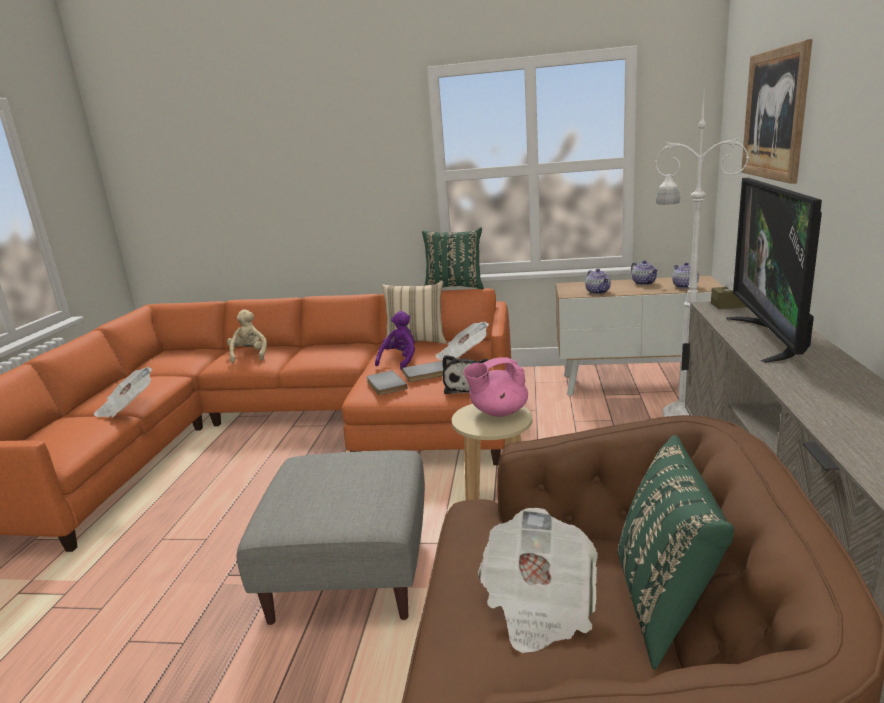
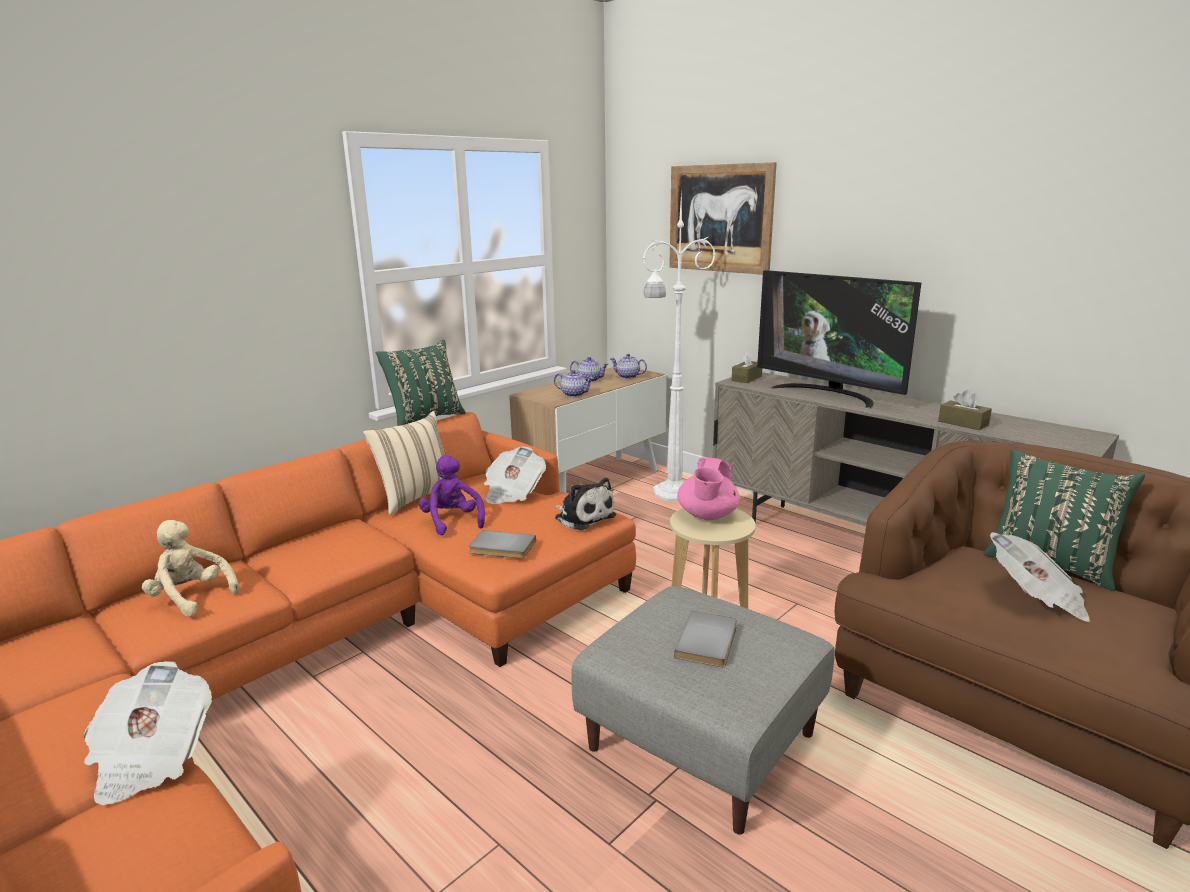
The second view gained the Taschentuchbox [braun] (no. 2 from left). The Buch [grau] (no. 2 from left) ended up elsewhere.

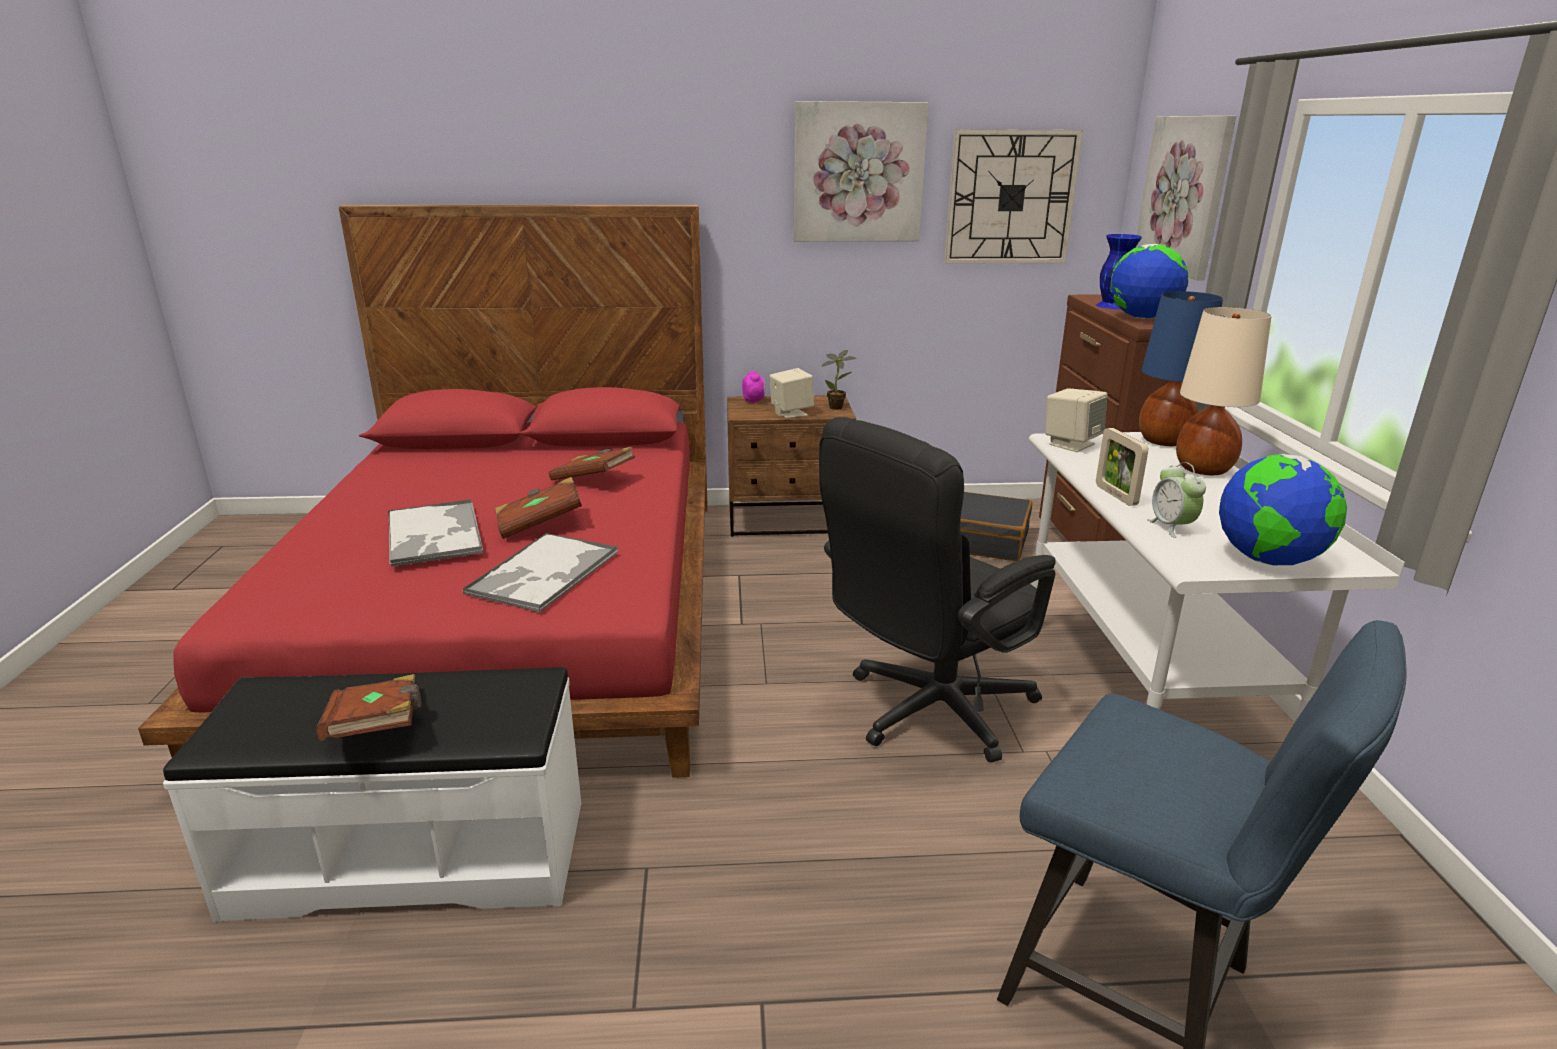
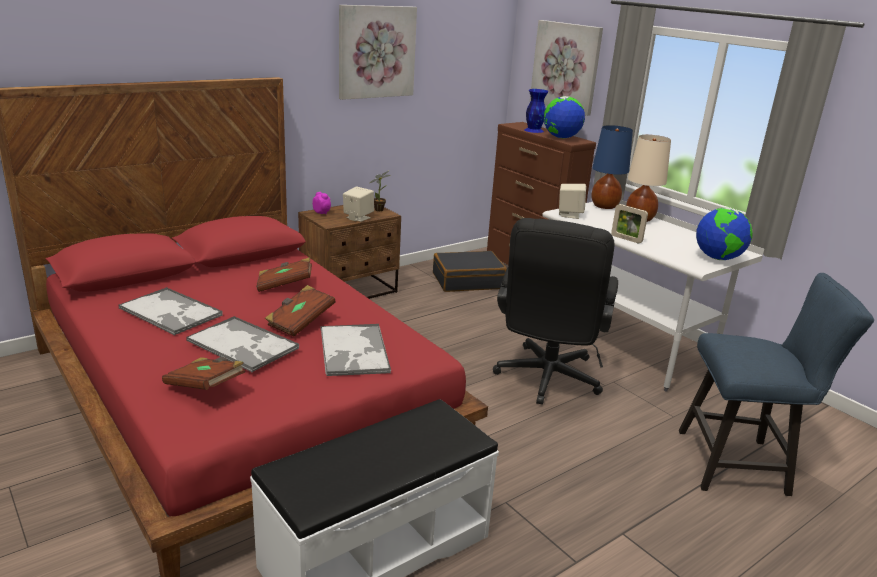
The second view lost the Wanduhr. The second view lost the Wecker (no. 2 from left). The second view gained the Tablett (no. 1 from left). The Buch [braun] (no. 1 from left) ended up elsewhere.

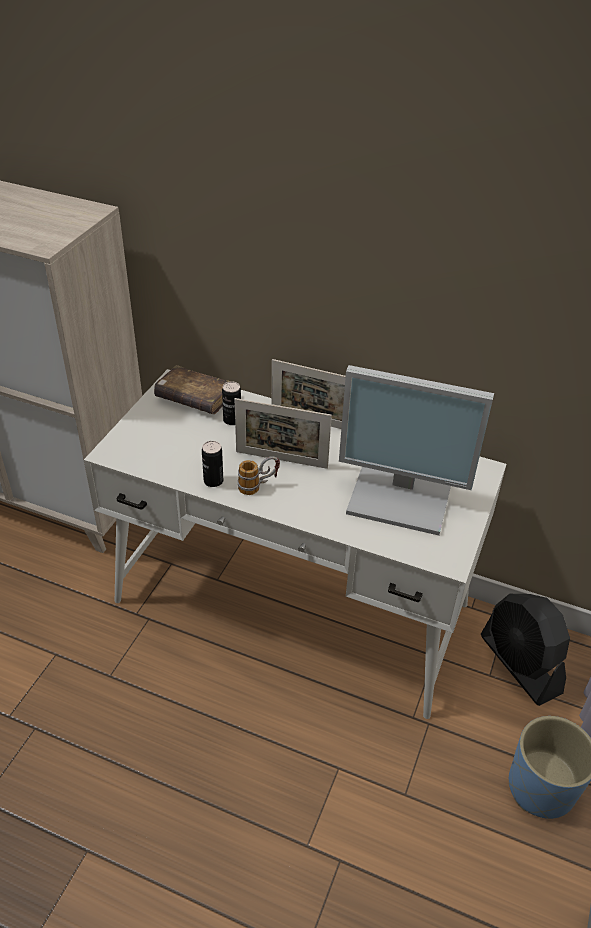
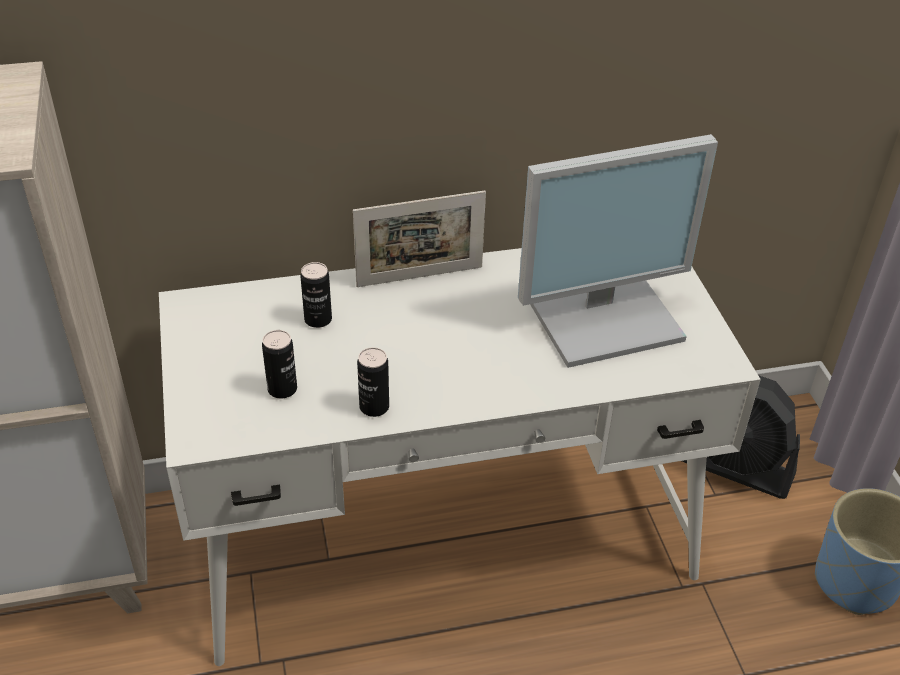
The second view lost the Buch [braun]. The second view lost the Bilderrahmen (no. 1 from left). The second view lost the Henkelbecher. The second view gained the Dose (no. 1 from left).

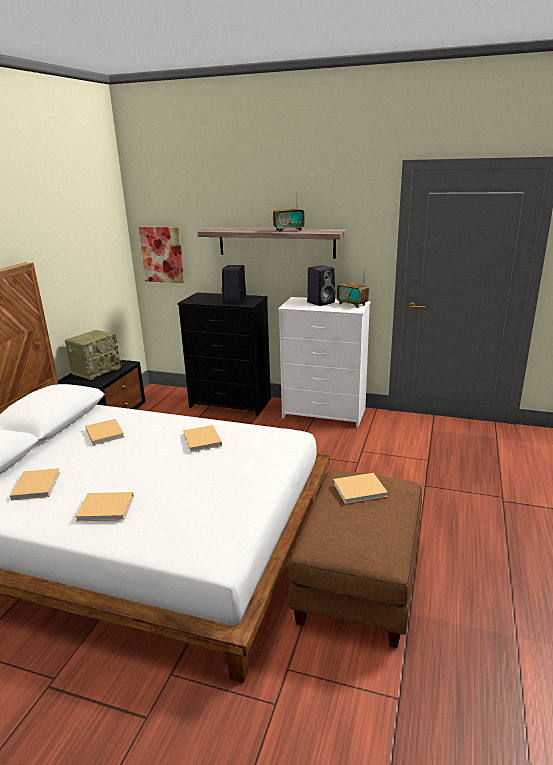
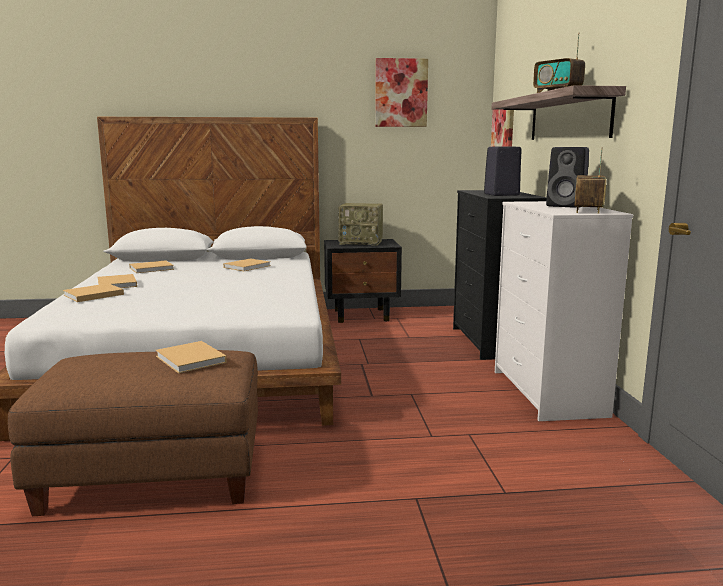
The second view gained the Bild (no. 1 from left). The Buch [beige] (no. 4 from left in the first image) ended up elsewhere.

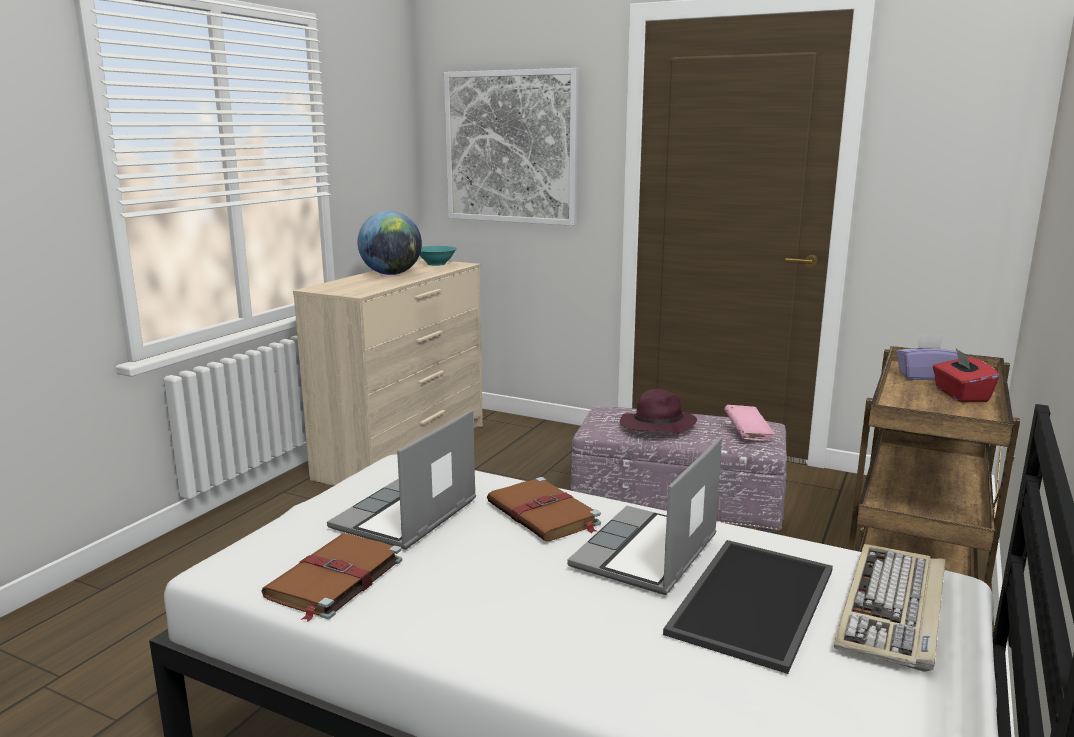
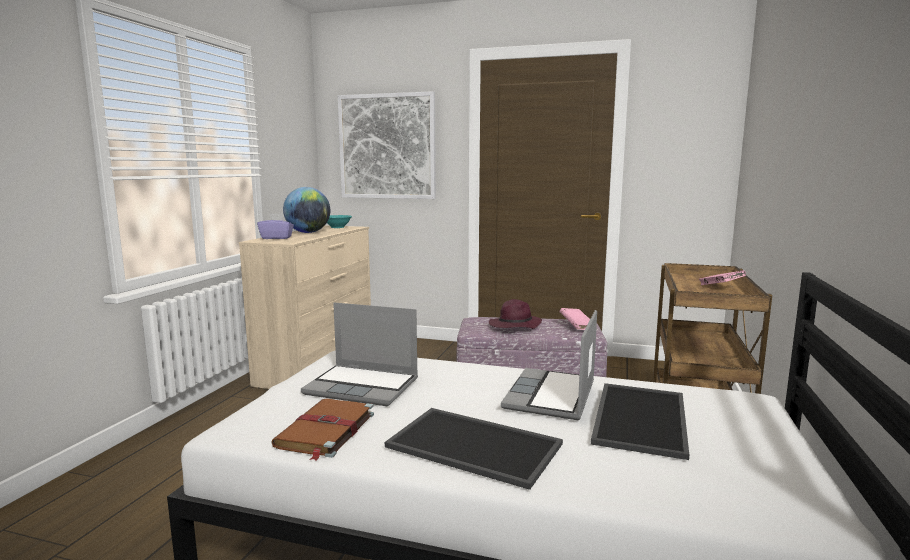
The second view lost the Buch [braun] (no. 2 from left). The second view lost the Tastatur. The second view gained the Tablett (no. 1 from left). The Taschentuchbox [lila] ended up elsewhere. Where the Taschentuchbox [rot] stood, the Buch [rosa] (no. 2 from left) came to stand. The Laptop (no. 1 from left) ended up facing another way, 90 degrees counterclockwise from before.

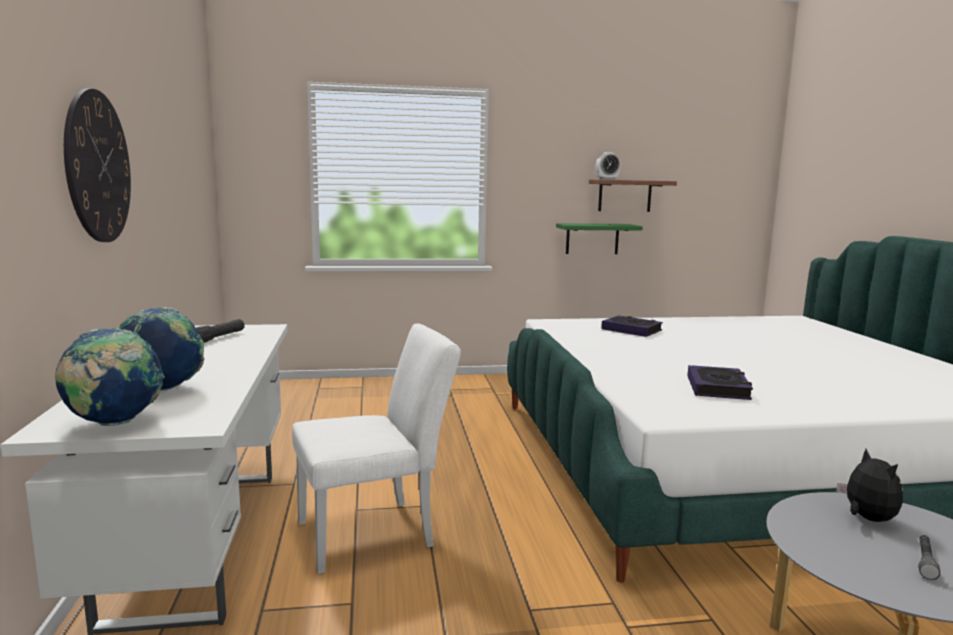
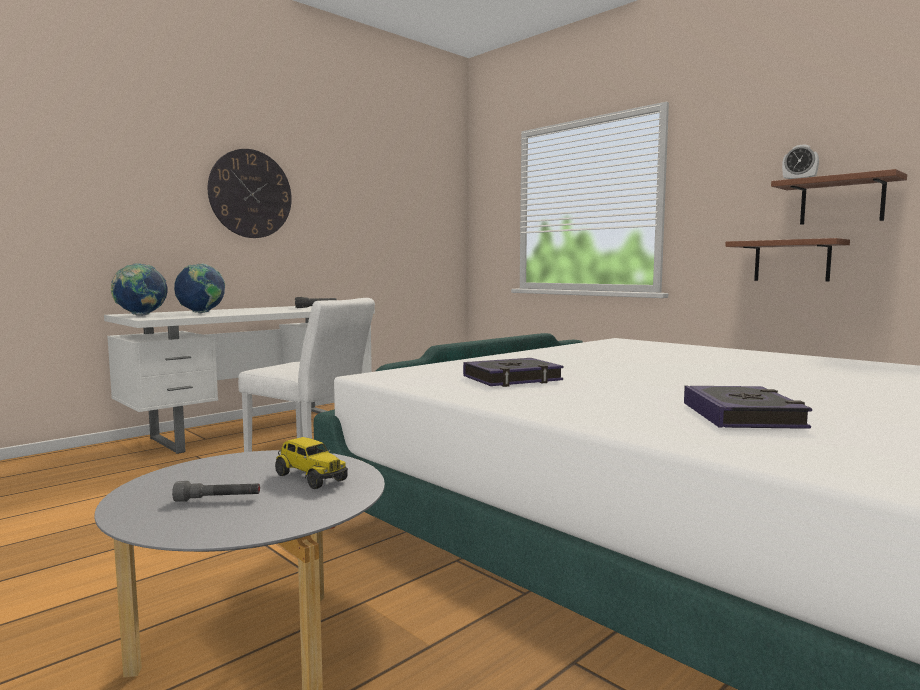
The Buch (no. 1 from left in the first image) ended up elsewhere. Where the Plüschtier stood, the Spielzeuglaster came to stand. What was the Wandregal [grün] turned into the Wandregal [braun] (no. 1 from left).

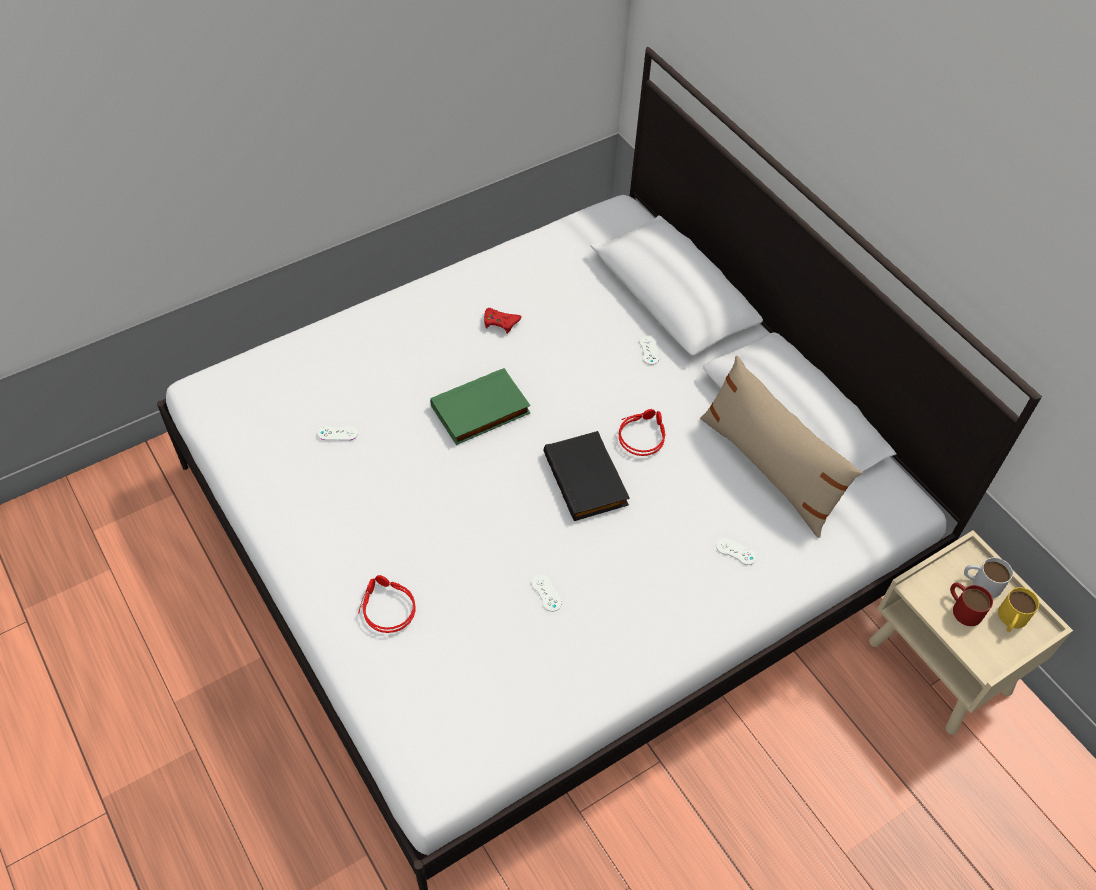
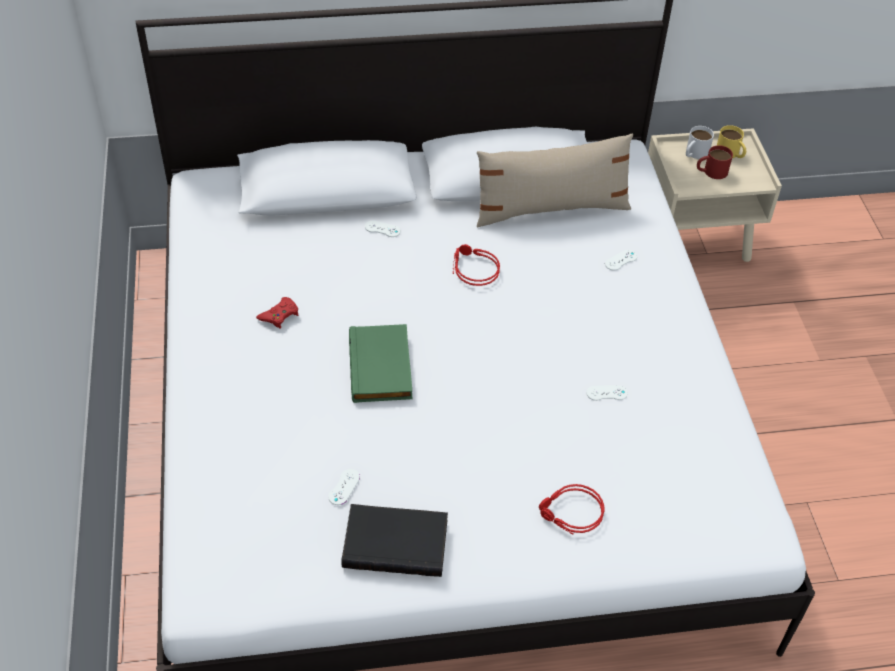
The Buch [schwarz] ended up elsewhere.

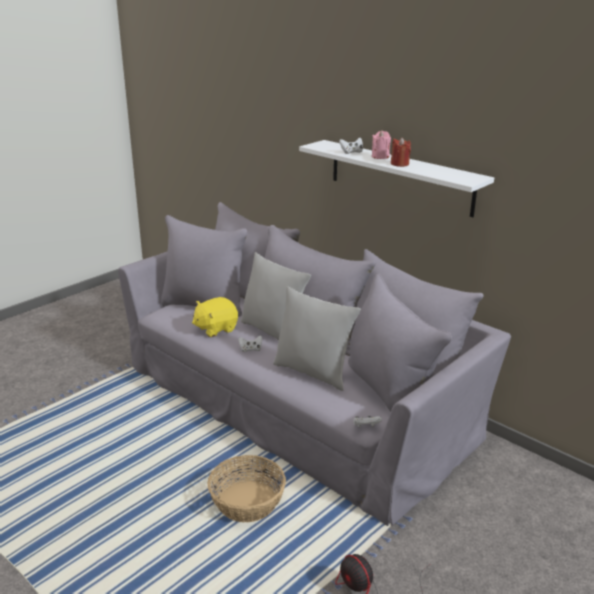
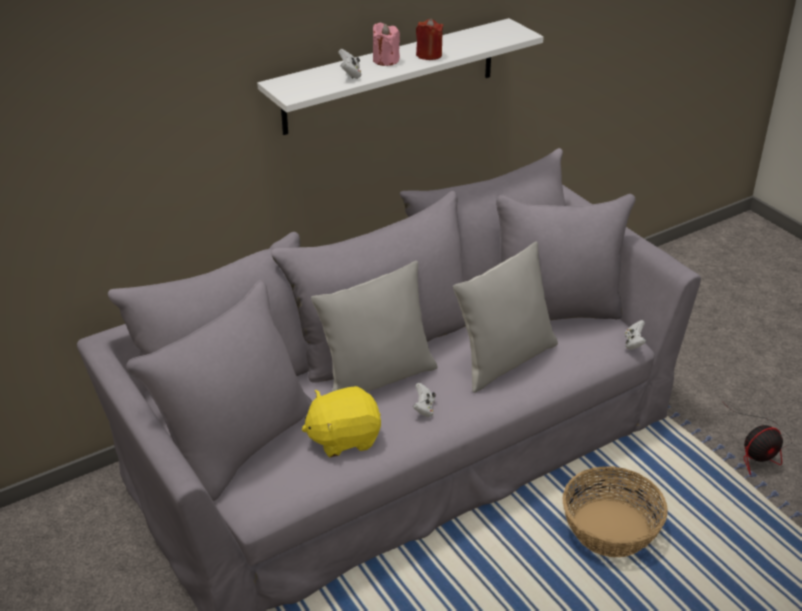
The Plüschtier [gelb] ended up facing another way, 90 degrees clockwise from before.

